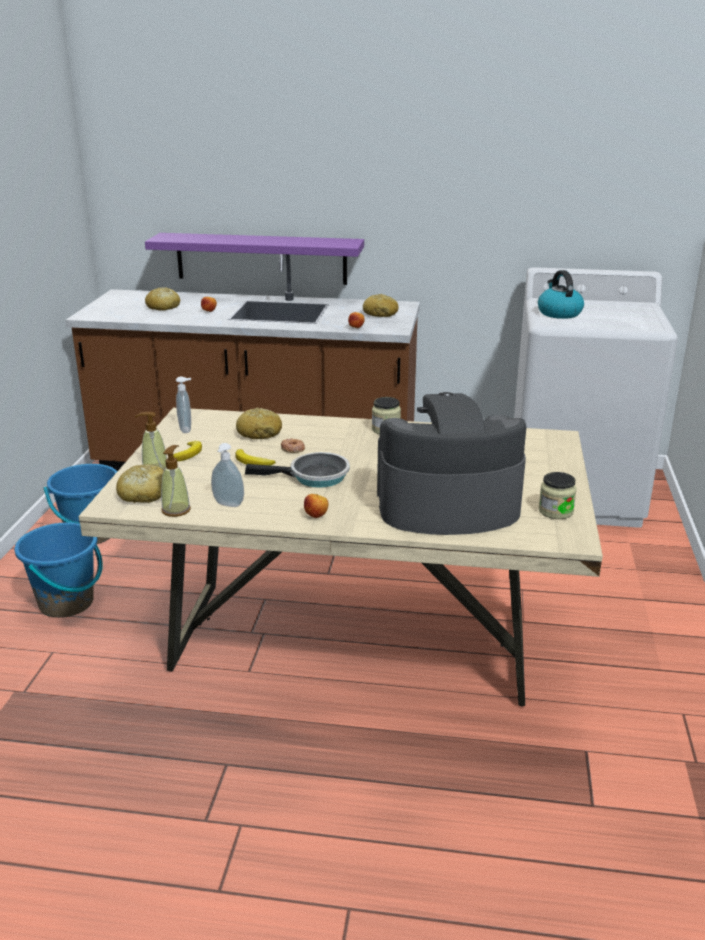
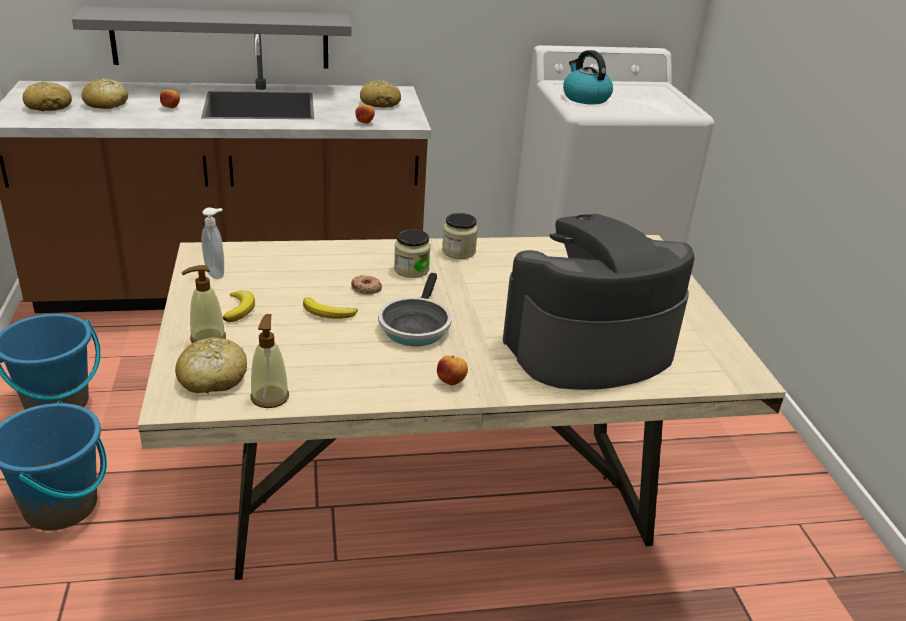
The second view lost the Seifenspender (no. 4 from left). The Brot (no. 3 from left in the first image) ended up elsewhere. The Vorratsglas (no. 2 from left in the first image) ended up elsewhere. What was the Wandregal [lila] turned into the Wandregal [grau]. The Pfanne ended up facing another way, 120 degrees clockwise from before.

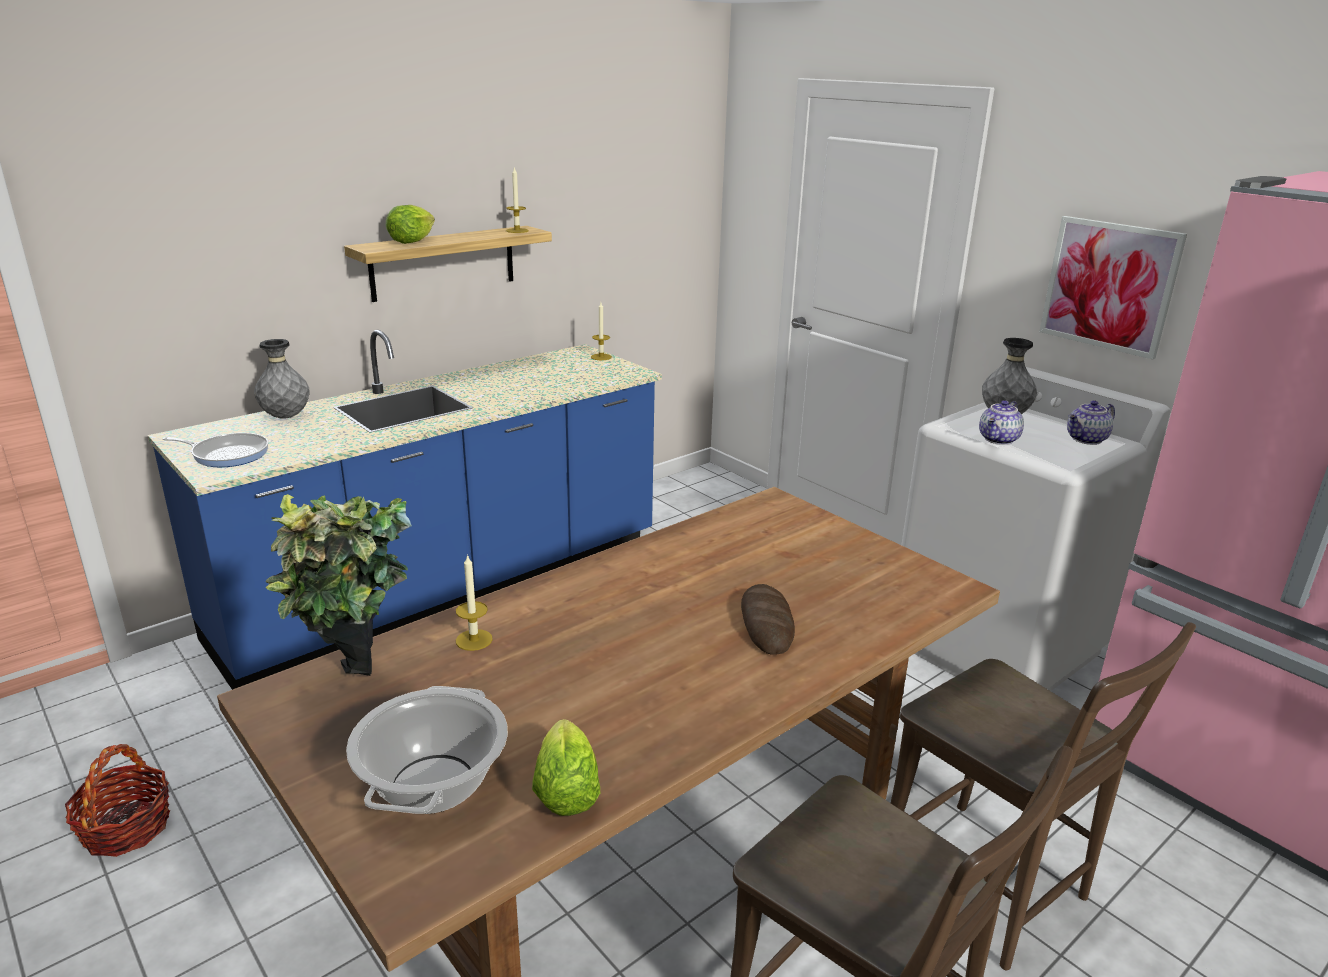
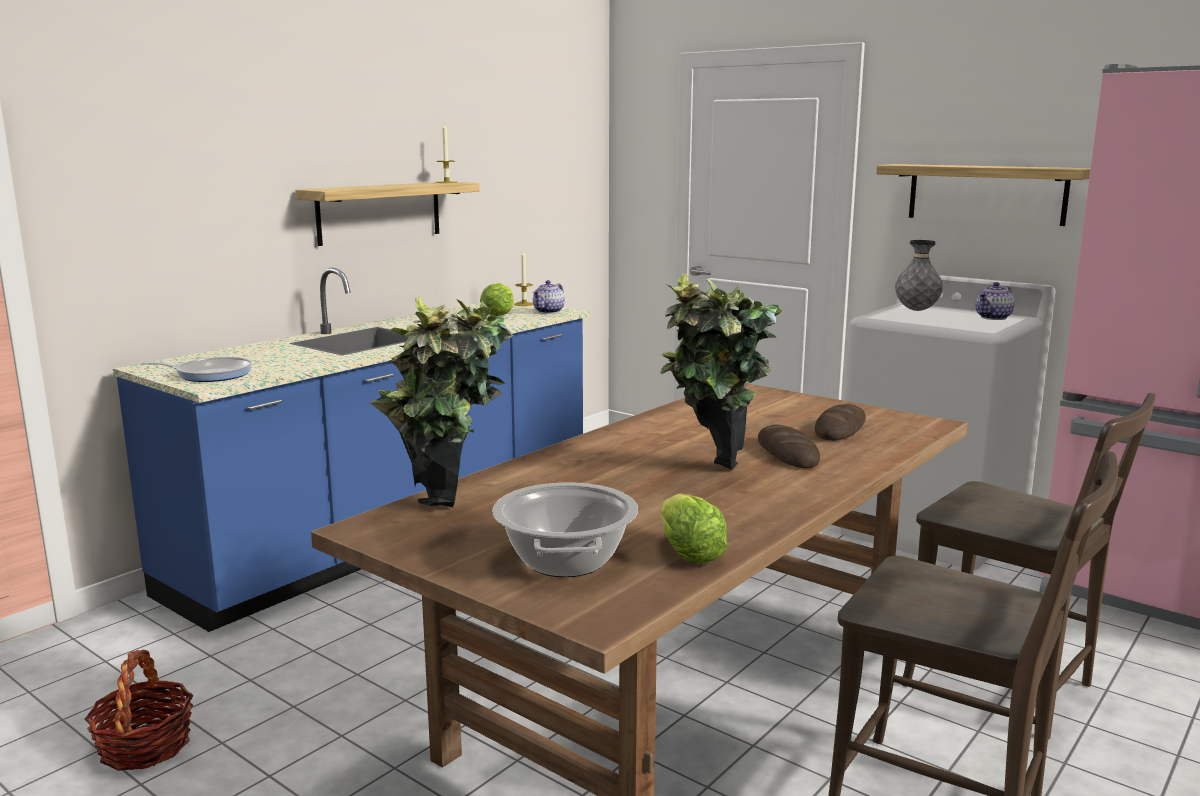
The second view lost the Vase [grau] (no. 1 from left). The second view lost the Kerze (no. 1 from left). The second view gained the Topfpflanze (no. 2 from left). The second view gained the Brot (no. 2 from left). The Salatkopf (no. 1 from left) ended up elsewhere. The Teekanne (no. 1 from left) ended up elsewhere. Where the Bild hung, the Wandregal (no. 2 from left) came to hang.

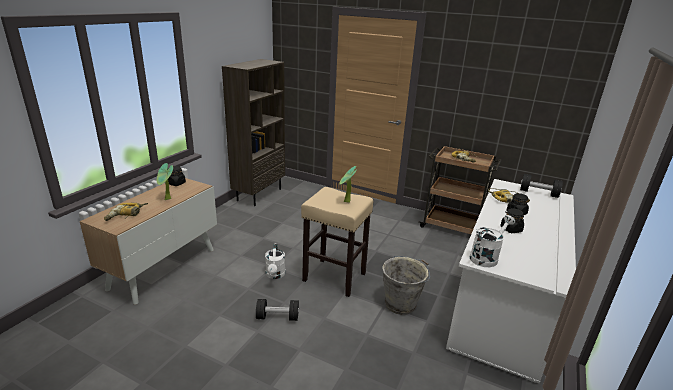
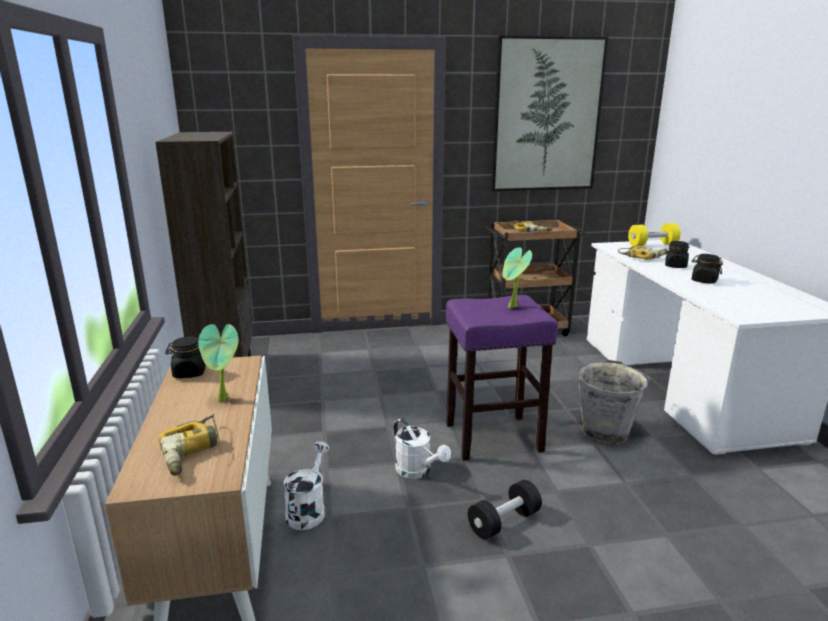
The second view gained the Bild. The Gießkanne [weiß] (no. 2 from left in the first image) ended up elsewhere. What was the Hocker [beige] turned into the Hocker [lila]. What was the Hantel [schwarz] (no. 2 from left) turned into the Hantel [gelb].

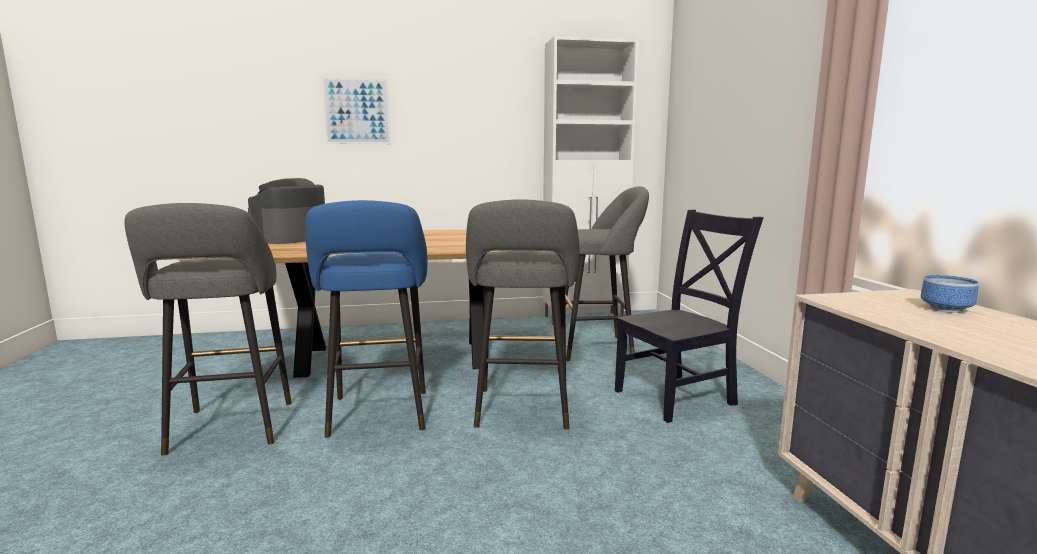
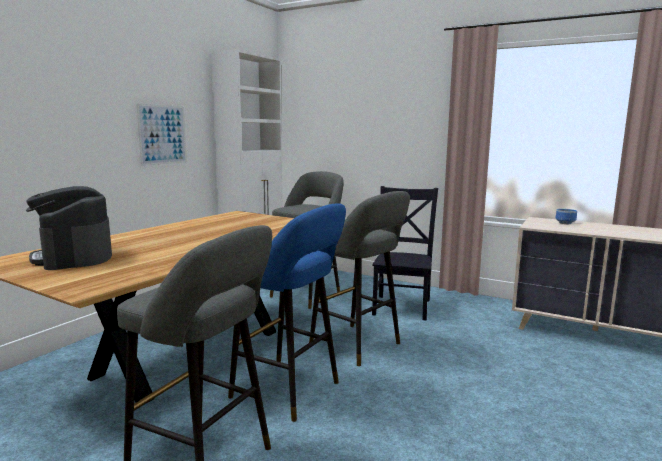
The Bild ended up elsewhere.

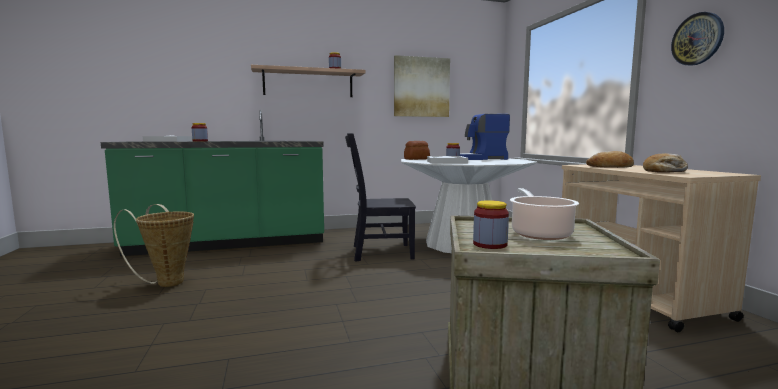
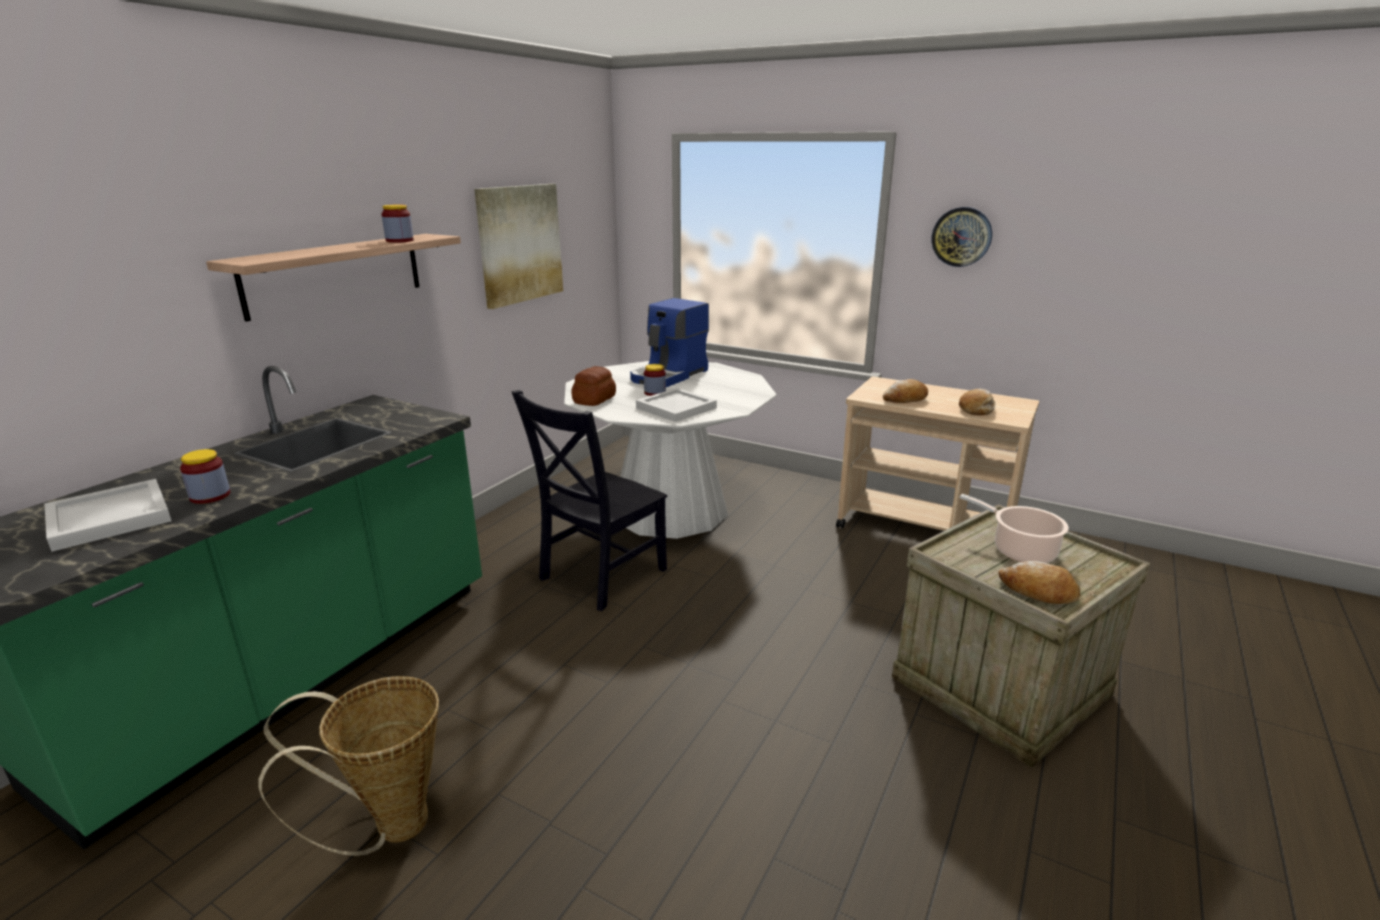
Where the Vorratsglas (no. 4 from left) stood, the Brot (no. 4 from left) came to stand.

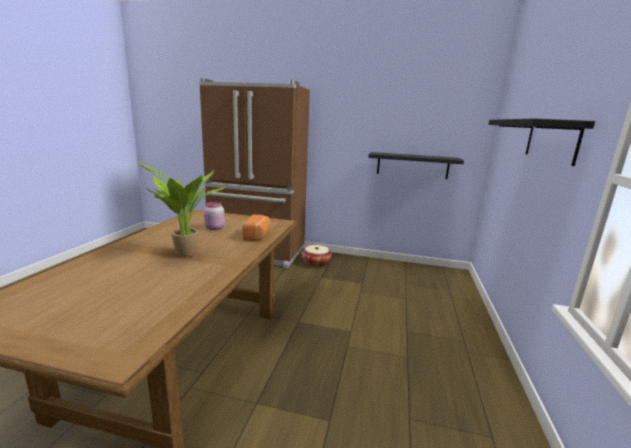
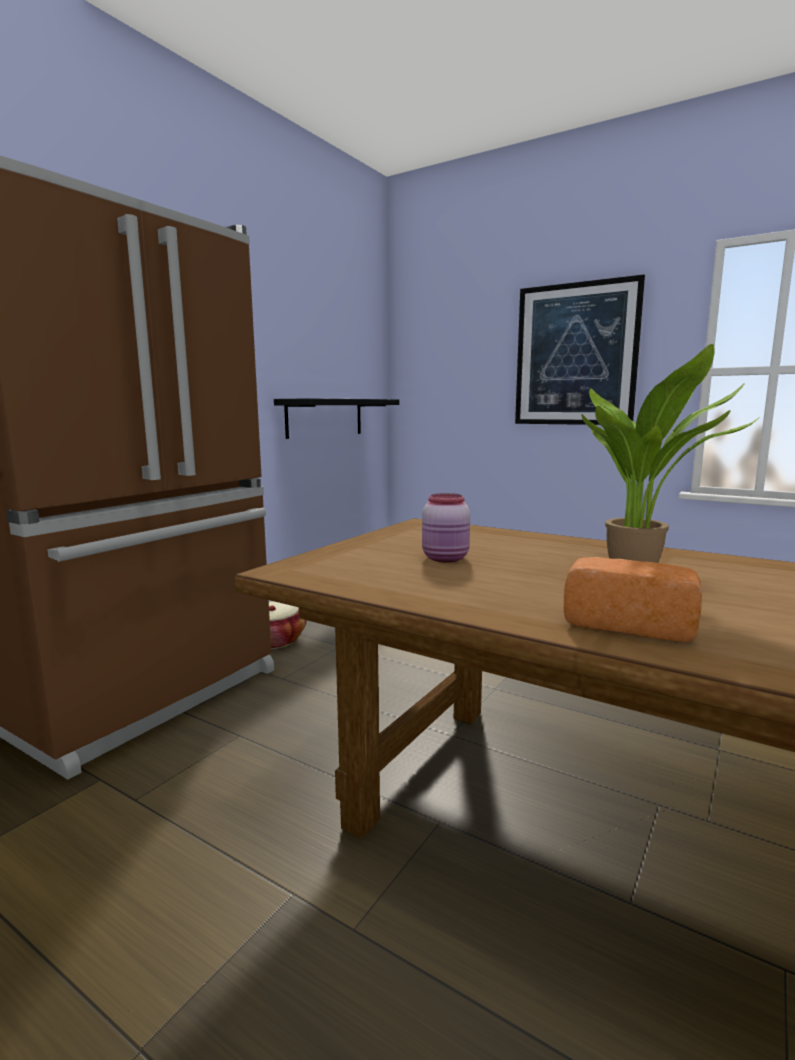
The Brot ended up elsewhere. Where the Wandregal [schwarz] (no. 2 from left) hung, the Bild came to hang.

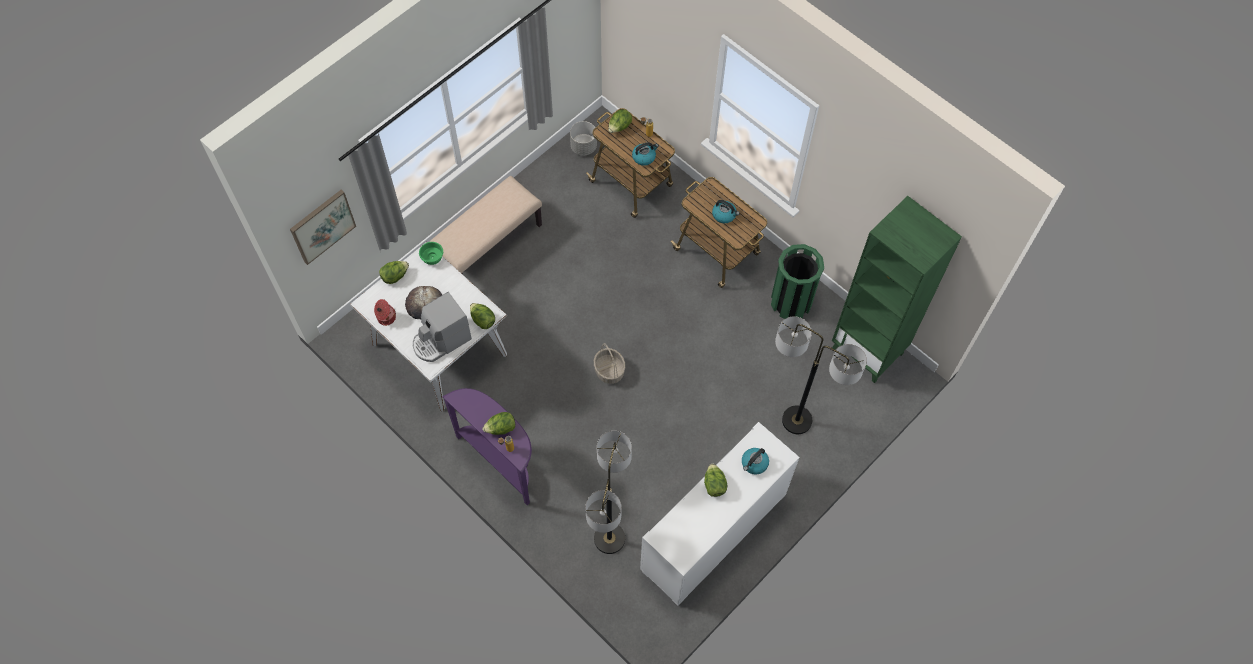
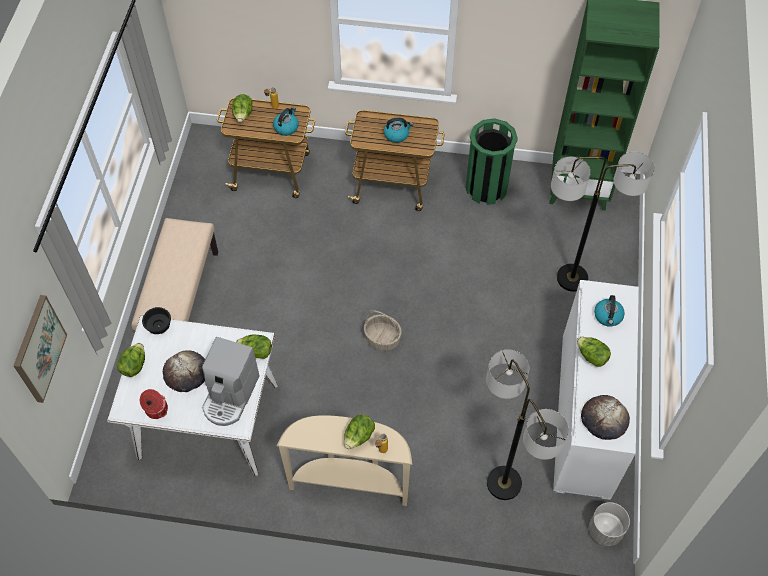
The second view gained the Brot (no. 2 from left). The Pflanzkübel [grau] ended up elsewhere. What was the Schüssel [grün] turned into the Schüssel [schwarz]. What was the Konsolentisch [lila] turned into the Konsolentisch [beige].

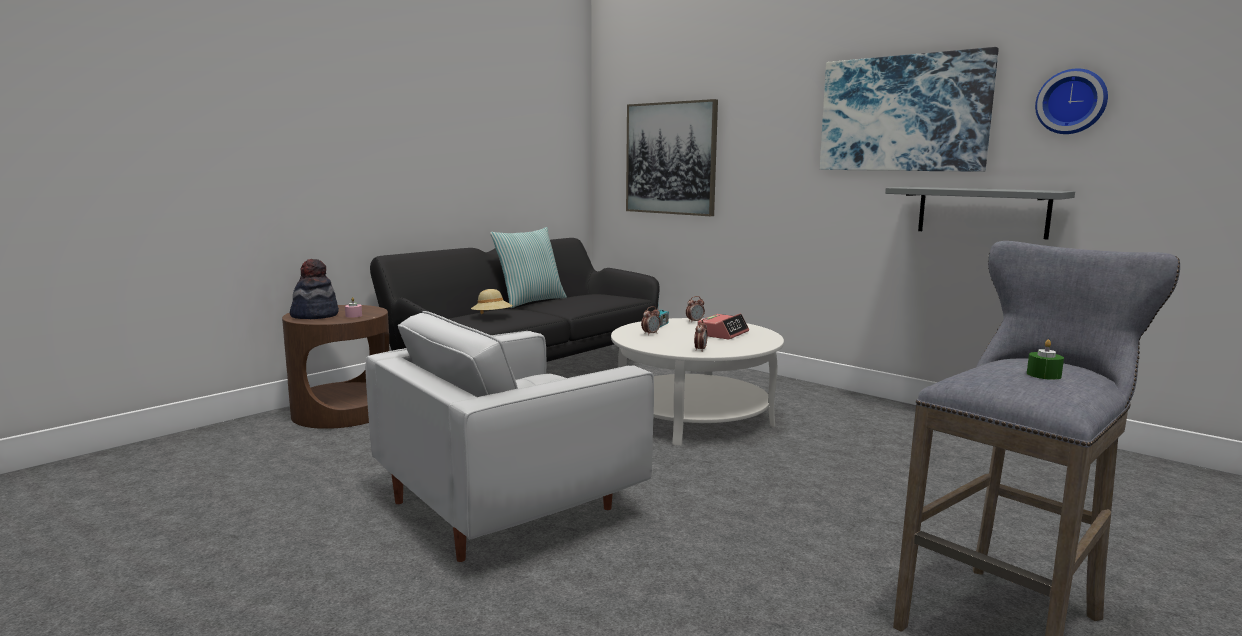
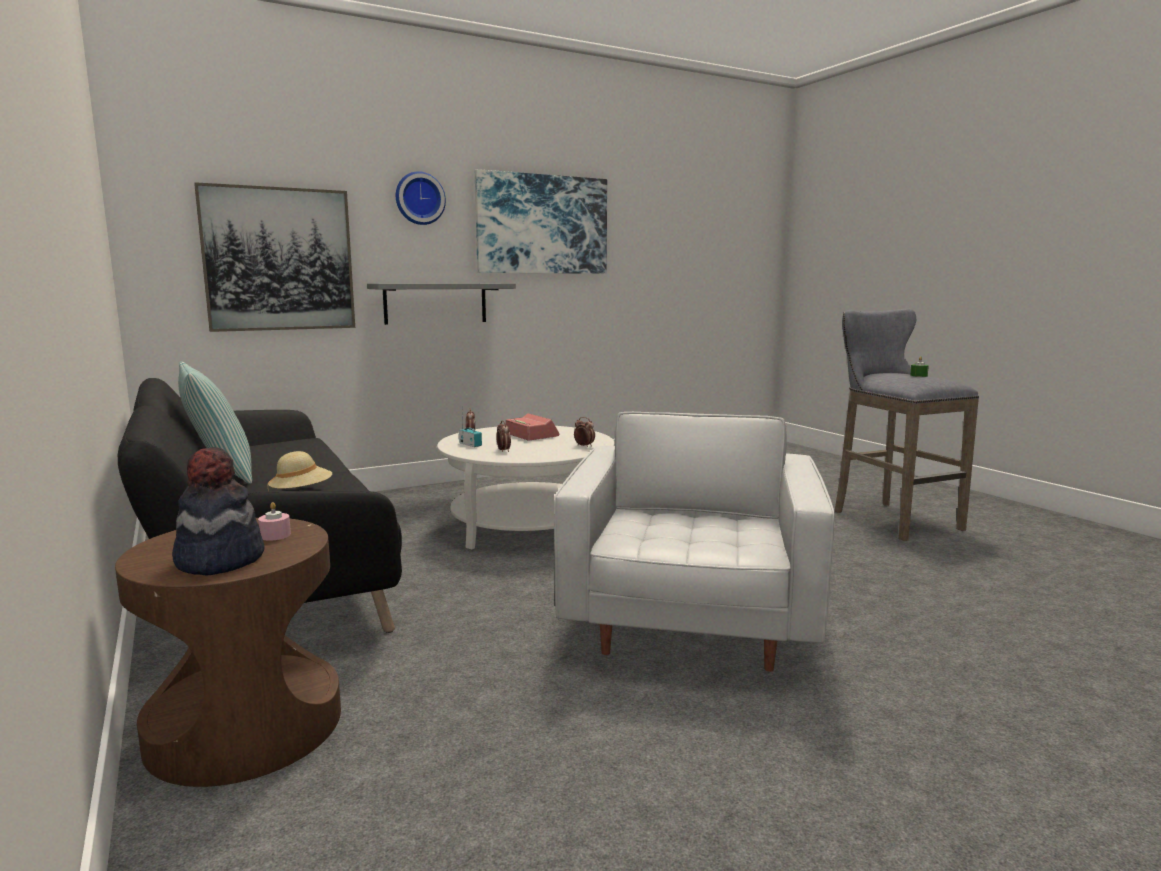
The Wandregal [grau] ended up elsewhere. The Wanduhr ended up elsewhere. The Sessel [weiß] ended up facing another way, 150 degrees counterclockwise from before.

